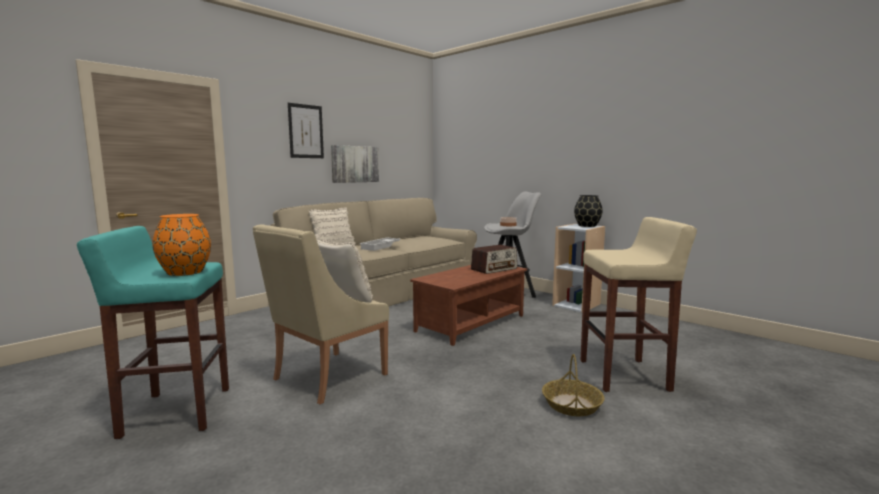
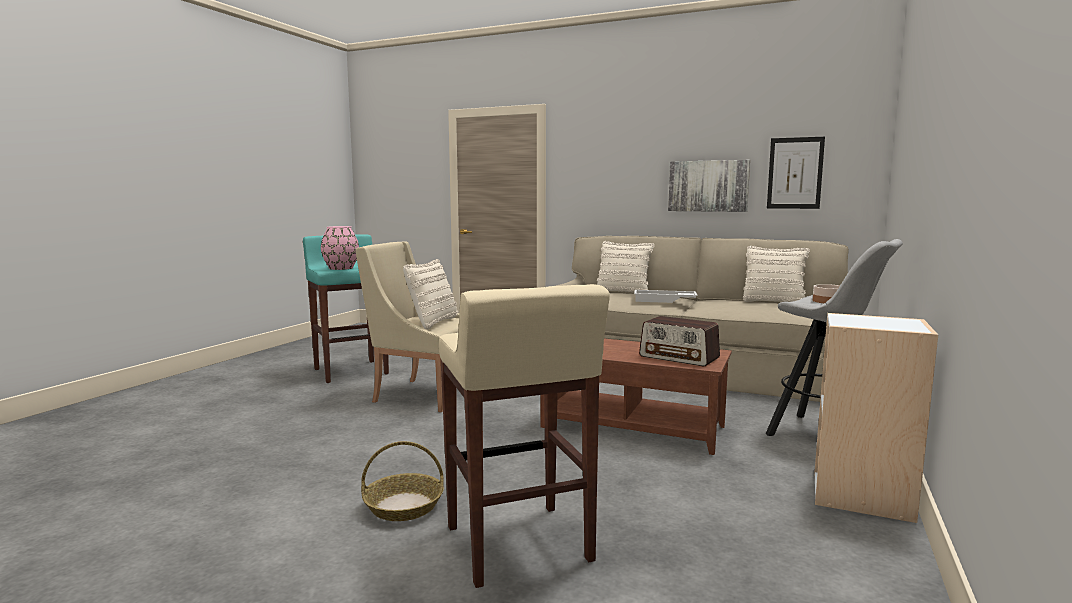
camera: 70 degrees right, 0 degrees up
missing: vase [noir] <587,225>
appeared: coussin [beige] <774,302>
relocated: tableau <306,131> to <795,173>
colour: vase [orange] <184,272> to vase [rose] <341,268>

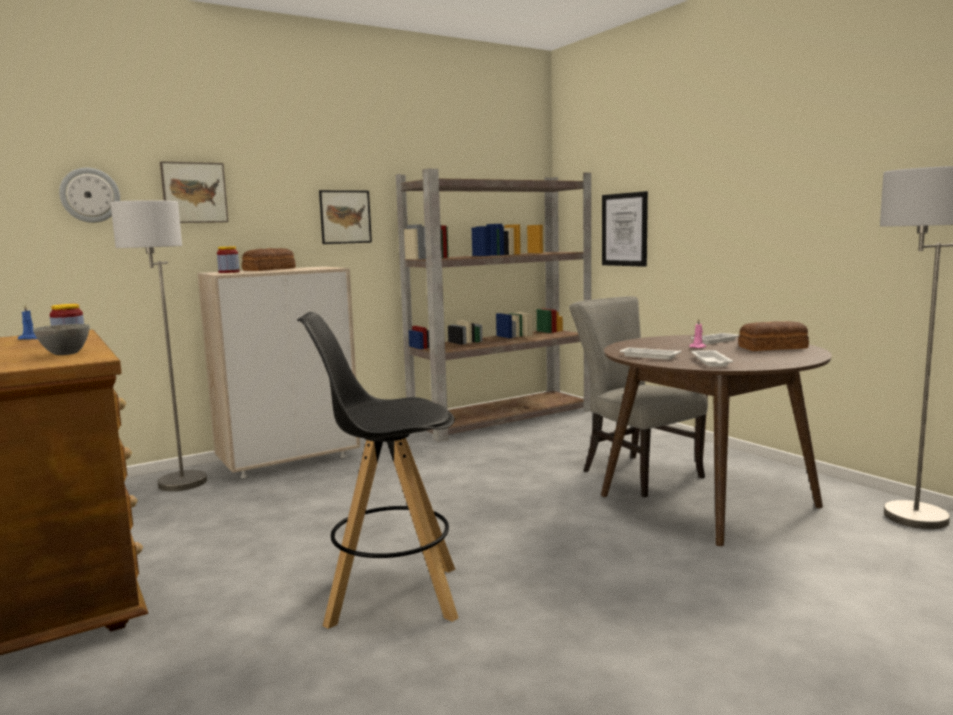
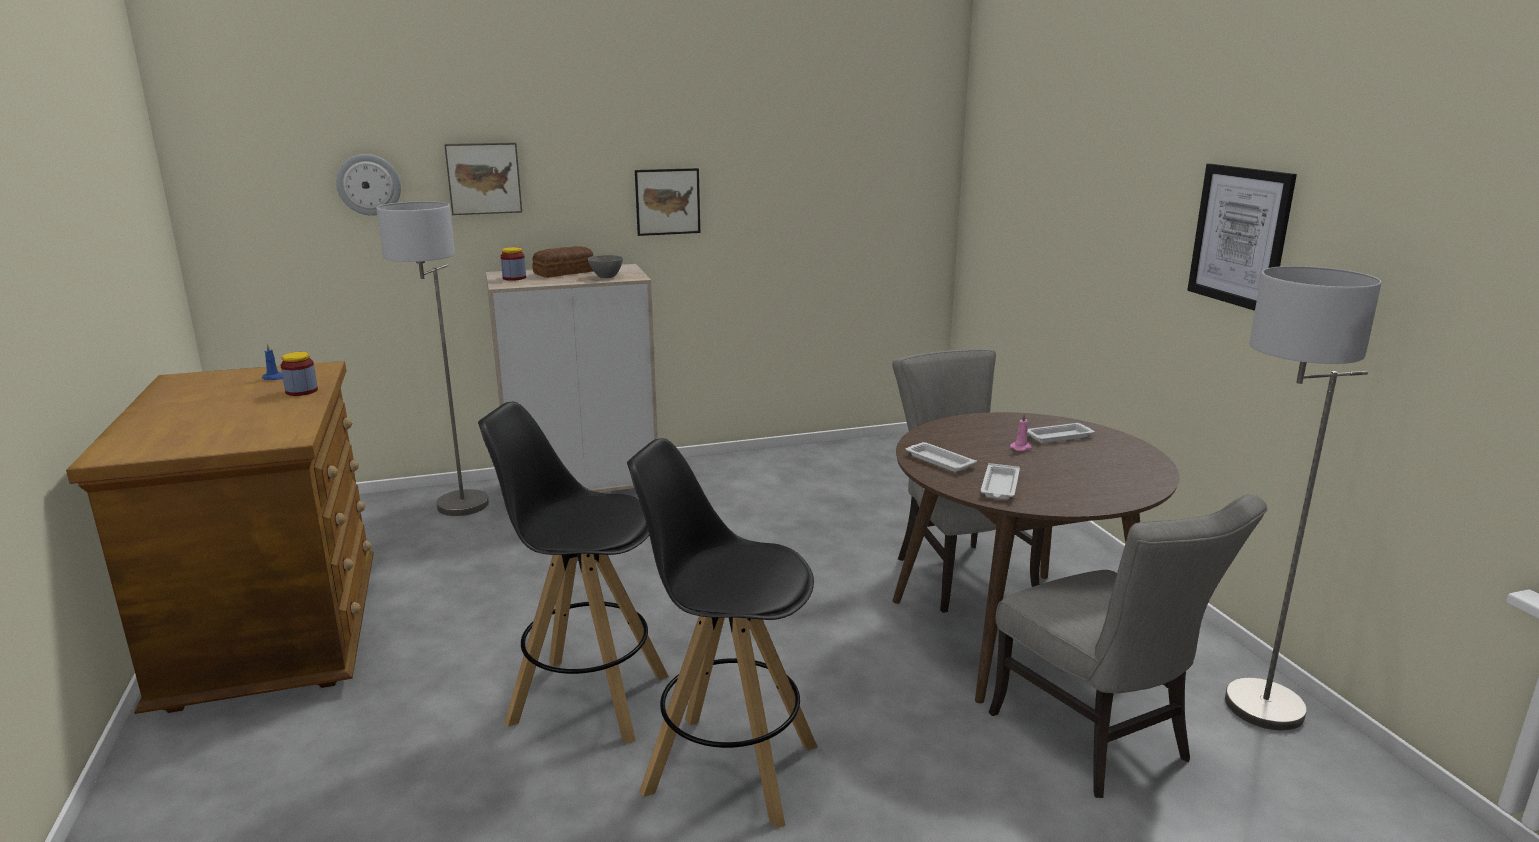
camera: 15 degrees right, 10 degrees up
missing: bibliothèque [marron] <502,418>; pain <774,348>
appeared: tabouret [noir] <728,768>; chaise [gris] <1099,741>
relocated: bol [gris] <64,354> to <606,277>; tableau <624,229> to <1240,236>

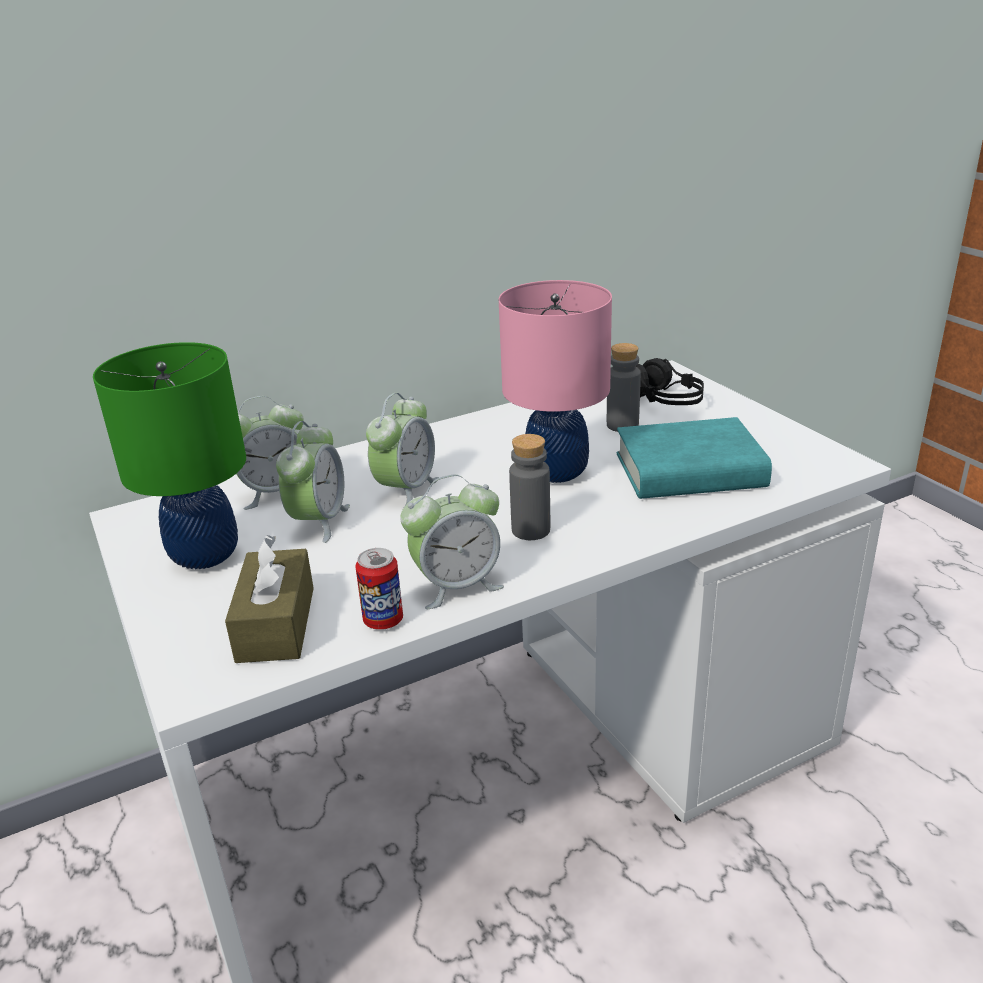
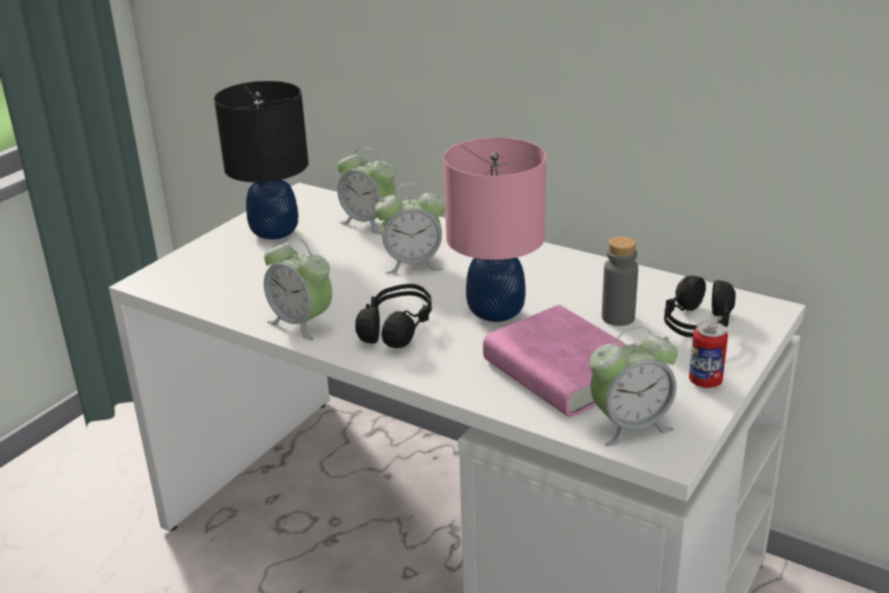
camera: 60 degrees right, 0 degrees up
missing: boîte à mouchoirs [marron] <276,624>
relocated: réveil <319,522> to <630,426>; boîte métallique <383,621> to <705,381>
exchanged: bouteille [gris] <531,530> to casque audio [noir] <397,328>
colour: lampe de table [vert] <209,557> to lampe de table [noir] <276,234>; livre [turquoise] <689,471> to livre [rose] <562,371>

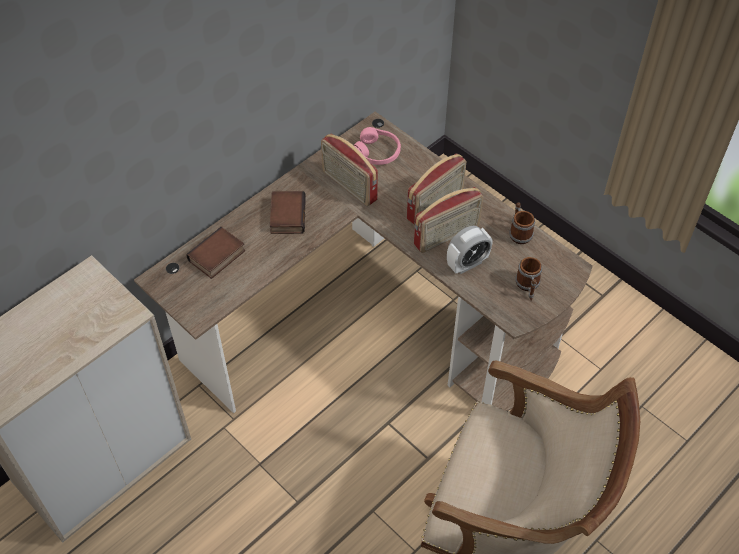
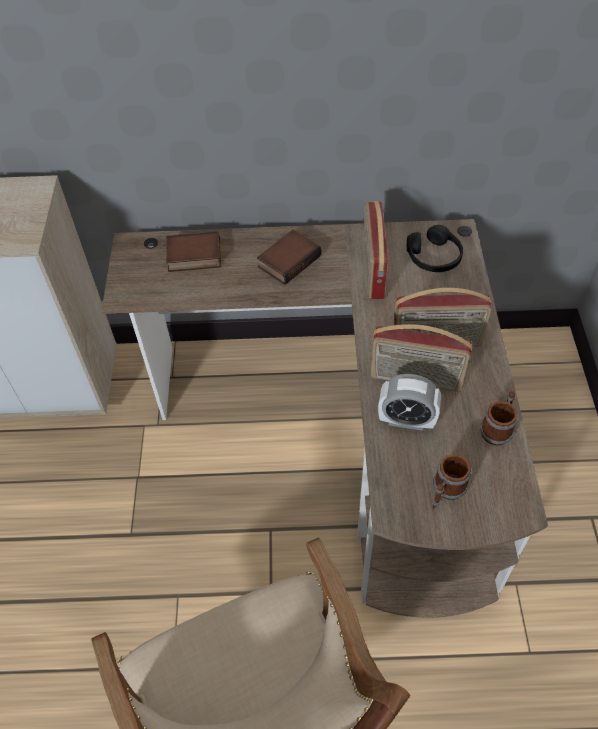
camera: 45 degrees right, 0 degrees up
colour: casque audio [rose] <377,152> to casque audio [noir] <434,257>

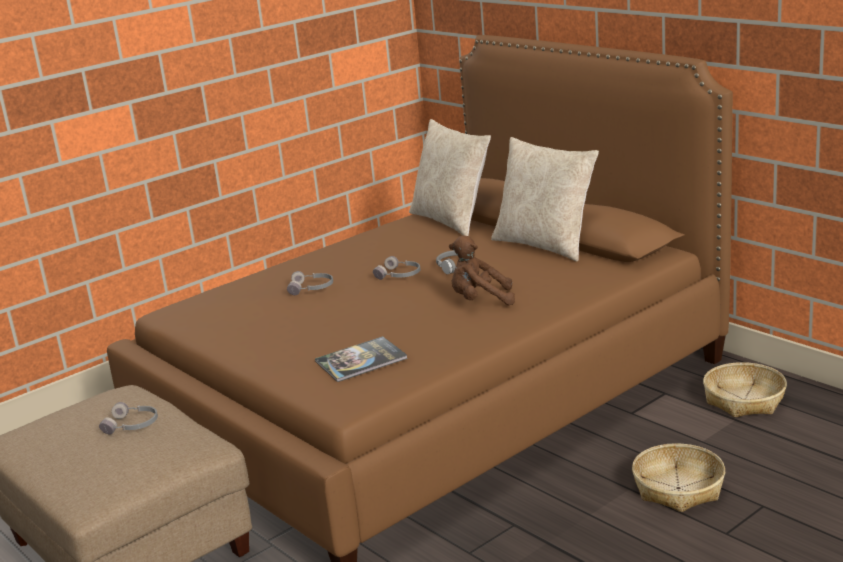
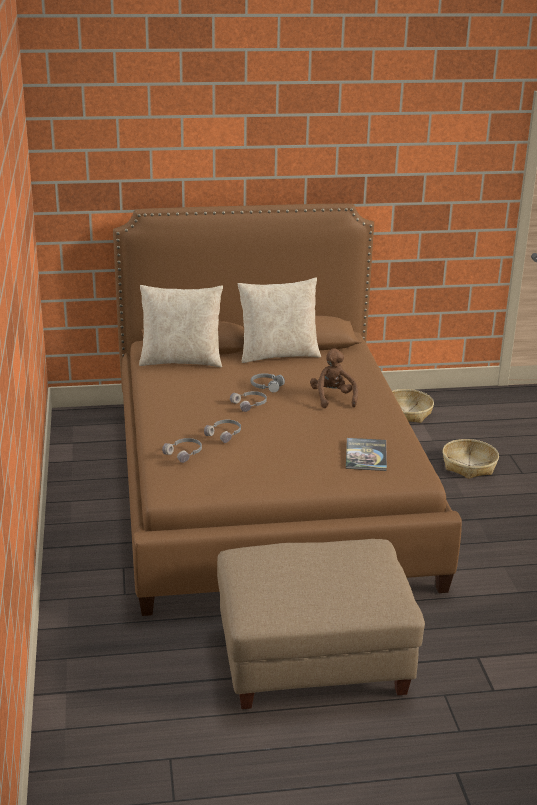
camera: 60 degrees left, 5 degrees up
relocated: casque audio [gris] <132,425> to <184,453>
spun: peluche [marron] <480,301> = <333,398> 135 degrees clockwise

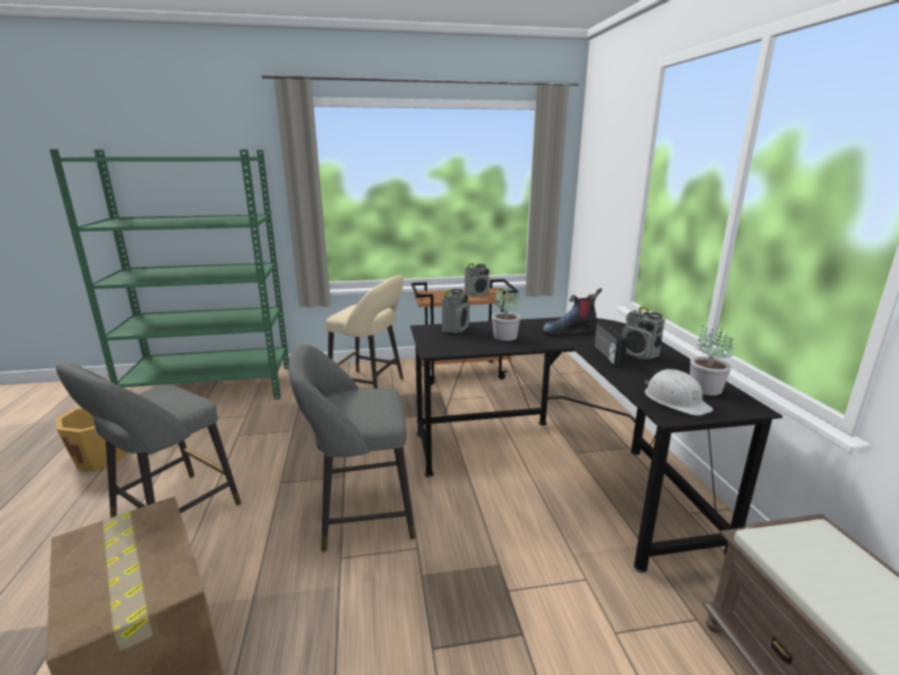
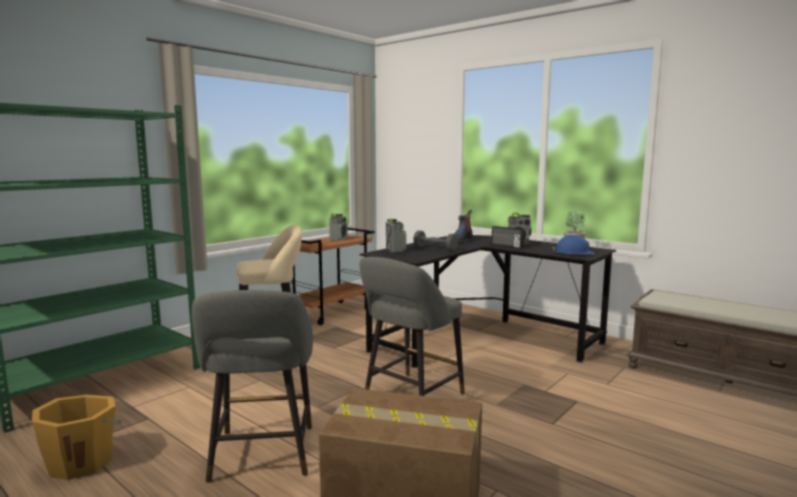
camera: 40 degrees left, 10 degrees down
exchanged: plante en pot <505,337> to haltère [gris] <435,248>
colour: casque de chantier [blanc] <676,400> to casque de chantier [bleu] <574,253>

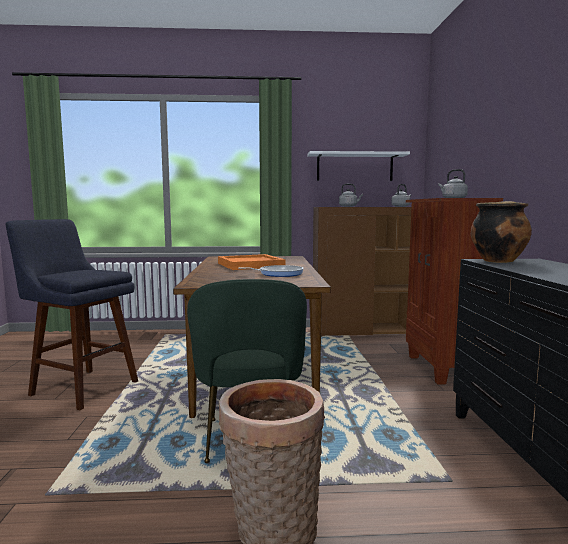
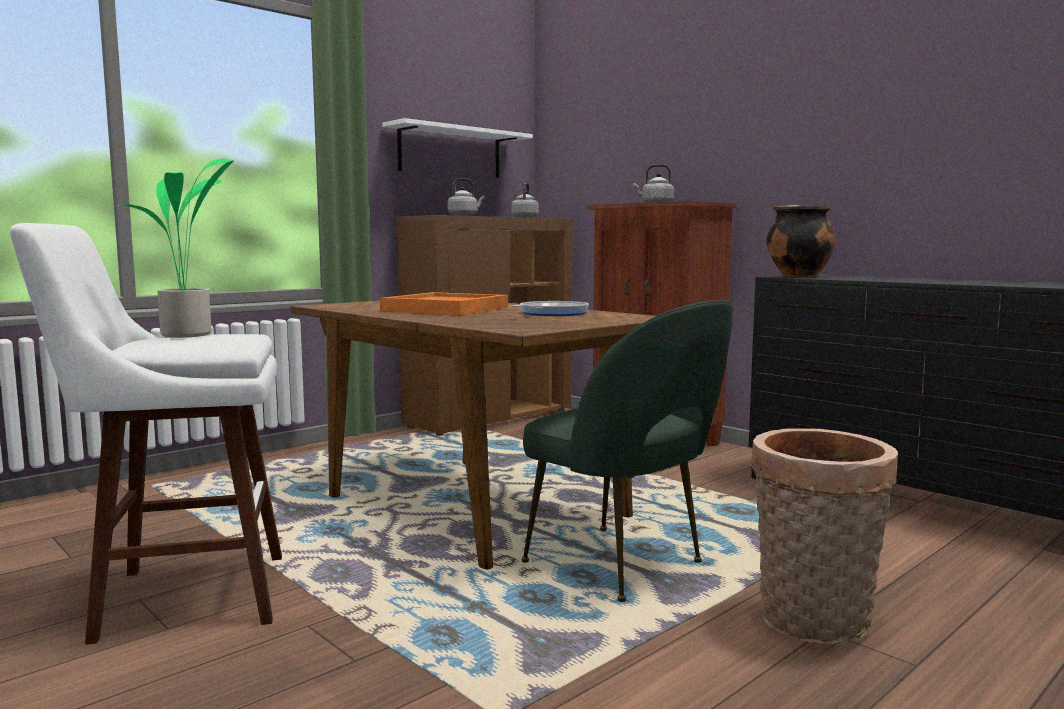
camera: 40 degrees left, 0 degrees up
appeared: plante en pot <189,335>
colour: tabouret [bleu] <80,387> to tabouret [blanc] <179,598>

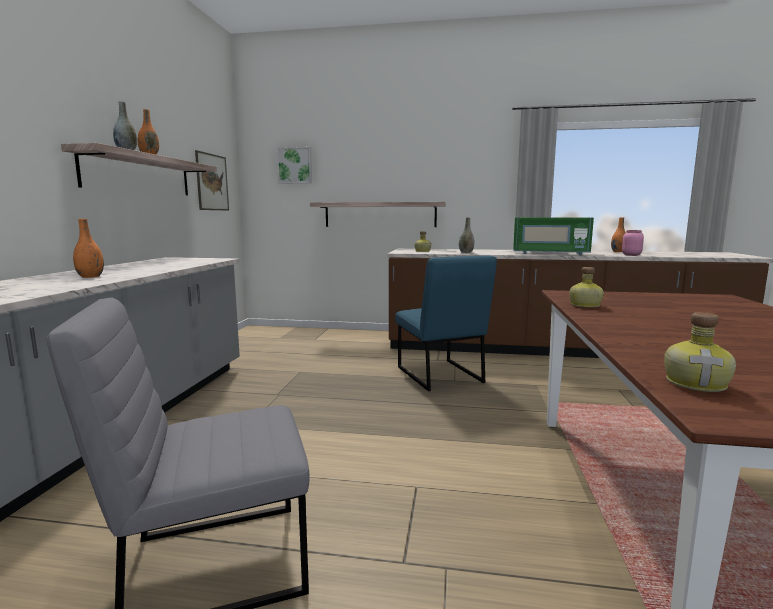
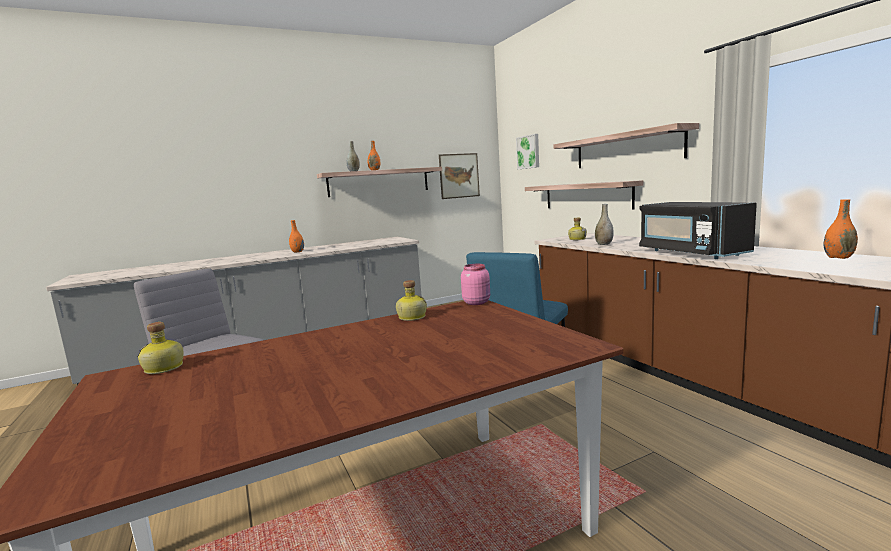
camera: 55 degrees right, 0 degrees up
appeared: étagère <626,149>
relocated: bocal [rose] <631,255> to <477,302>
colour: micro-ondes [vert] <550,253> to micro-ondes [noir] <690,253>

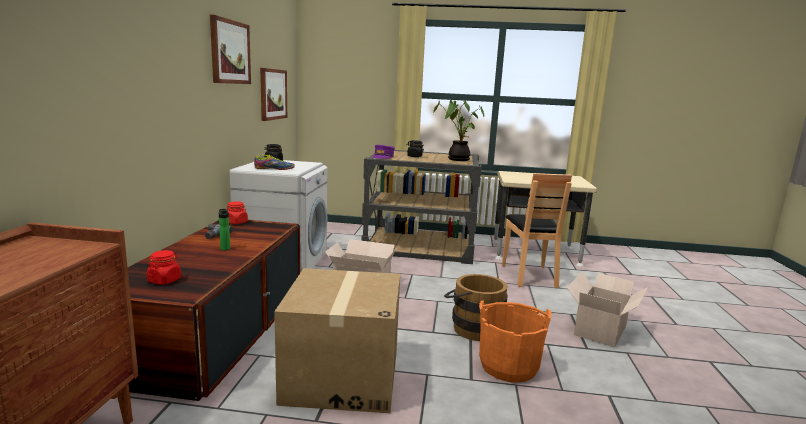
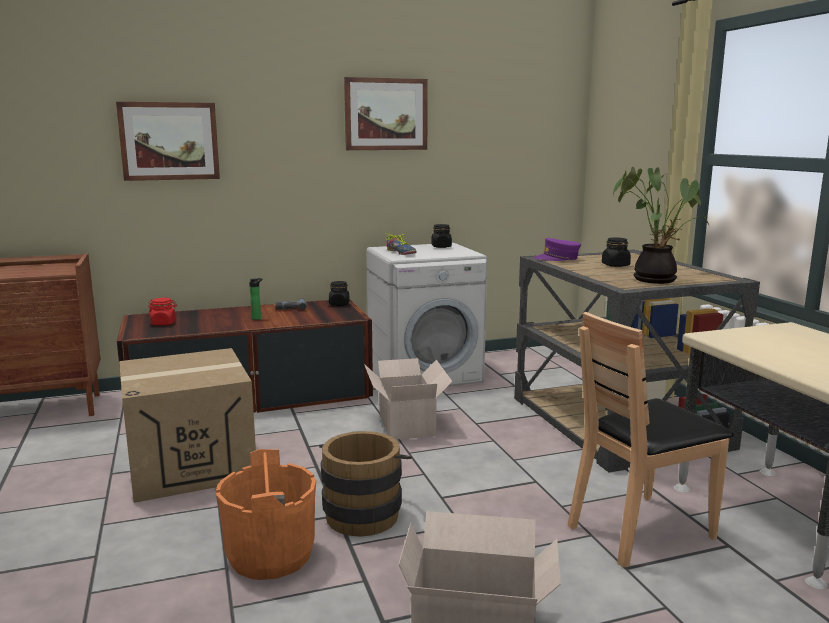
camera: 65 degrees right, 0 degrees up
relocated: tableau <273,94> to <169,141>
colour: bocal [rouge] <236,222> to bocal [noir] <339,304>

